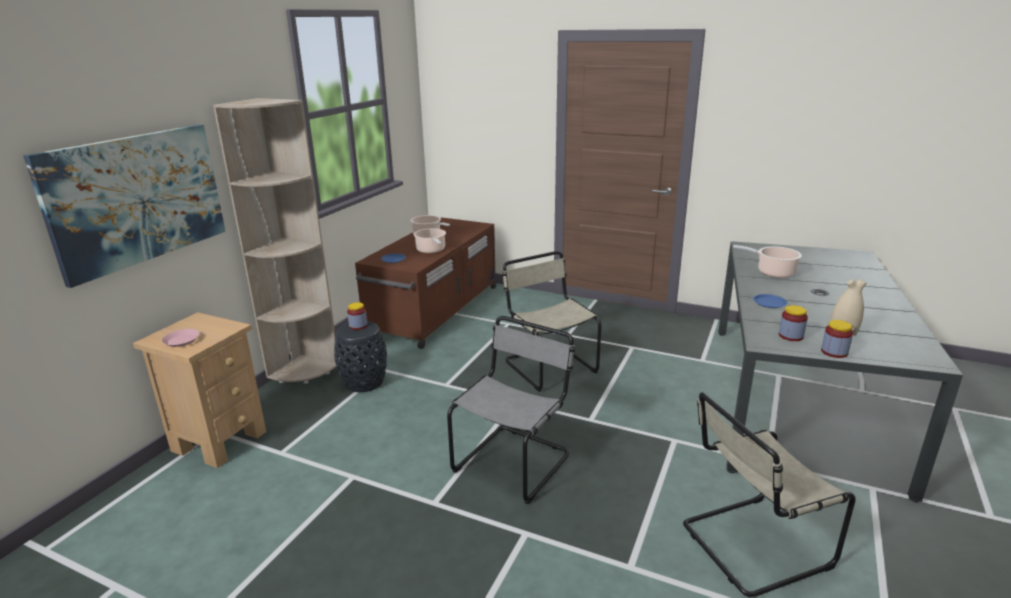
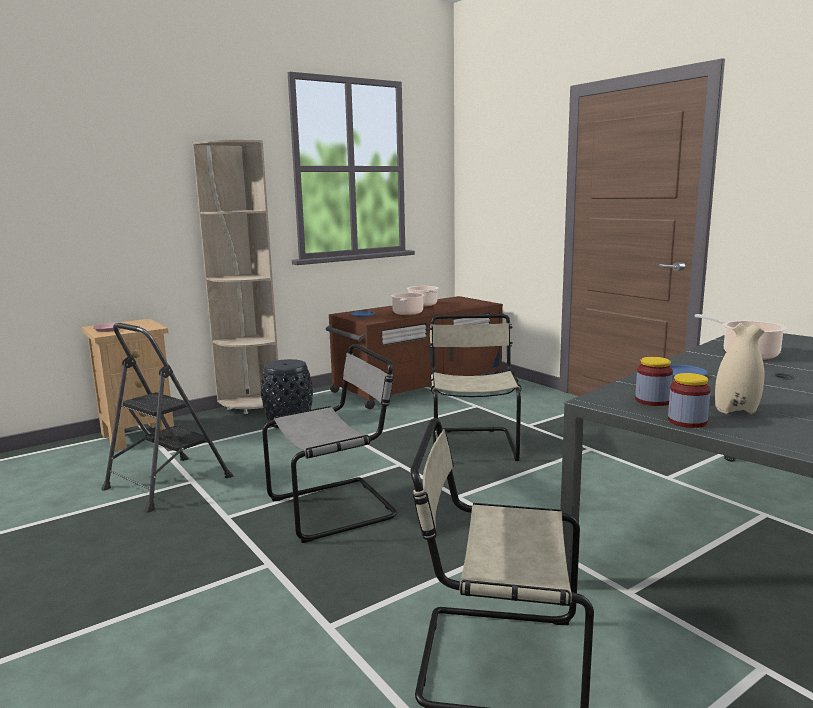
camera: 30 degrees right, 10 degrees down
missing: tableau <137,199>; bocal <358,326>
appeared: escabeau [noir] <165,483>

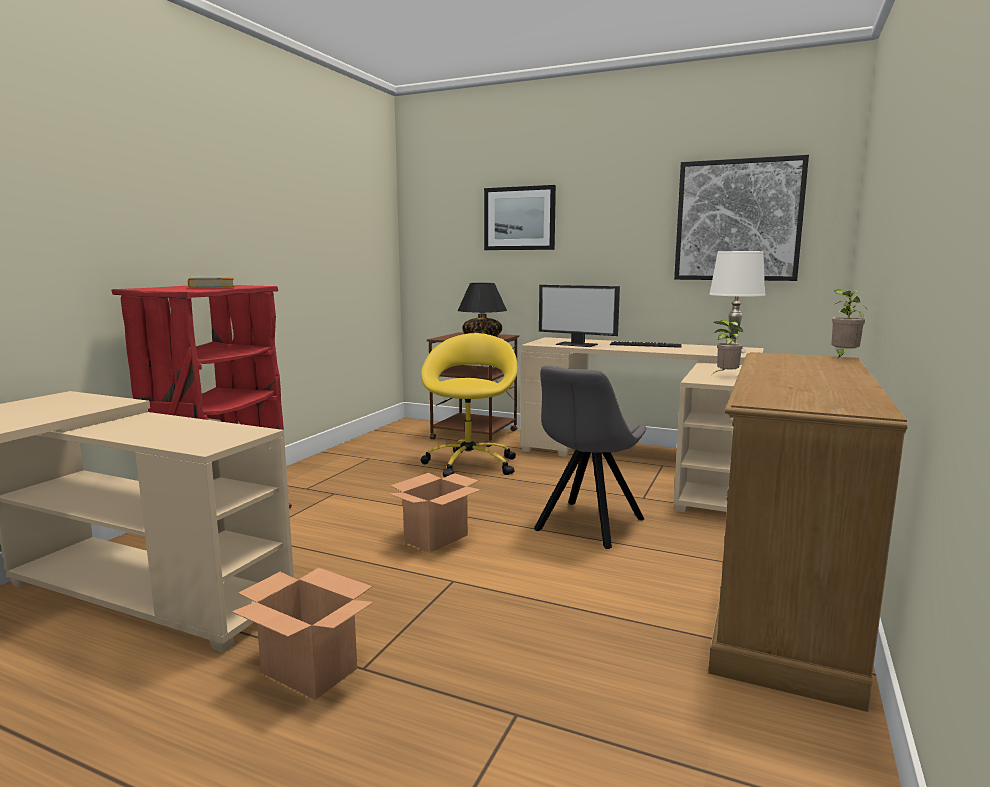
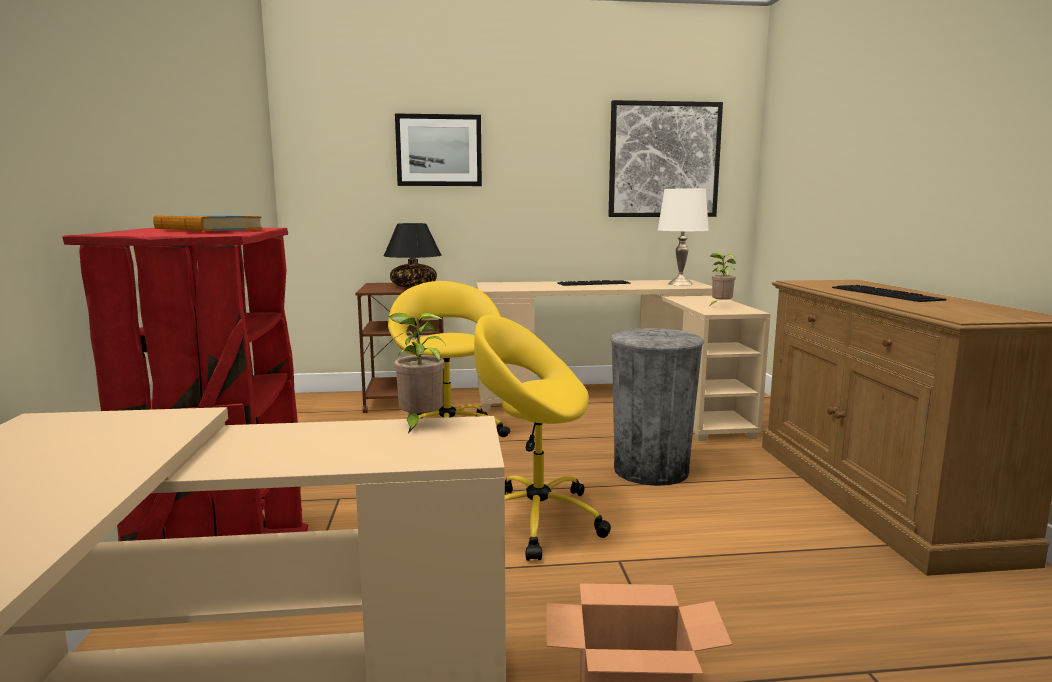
camera: 30 degrees left, 0 degrees up
missing: écran d'ordinateur <577,344>
appeared: clavier <887,293>
relocated: plante en pot <843,357> to <419,425>
exchanged: carton <436,538> to chaise de bureau [jaune] <534,520>; chaise [gris] <588,524> to poubelle [gris] <650,470>

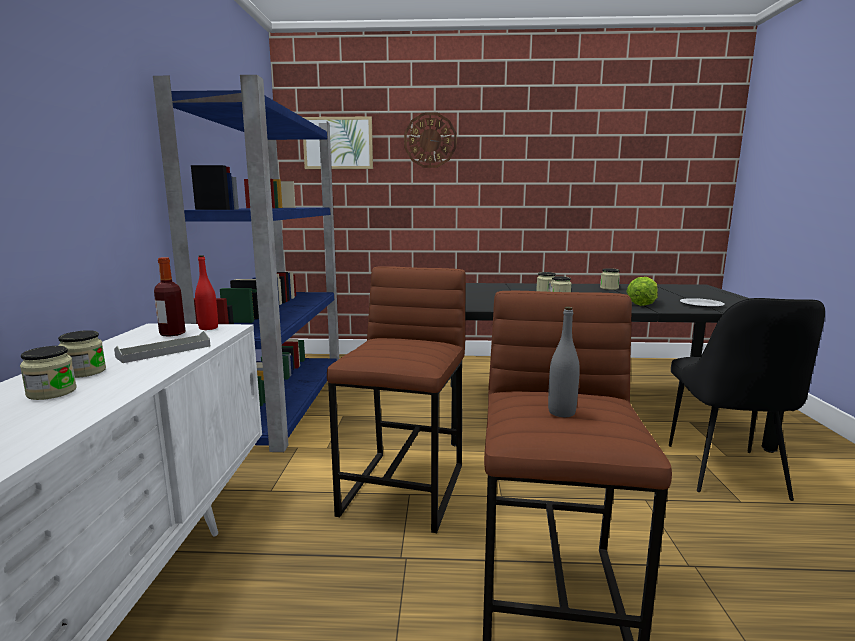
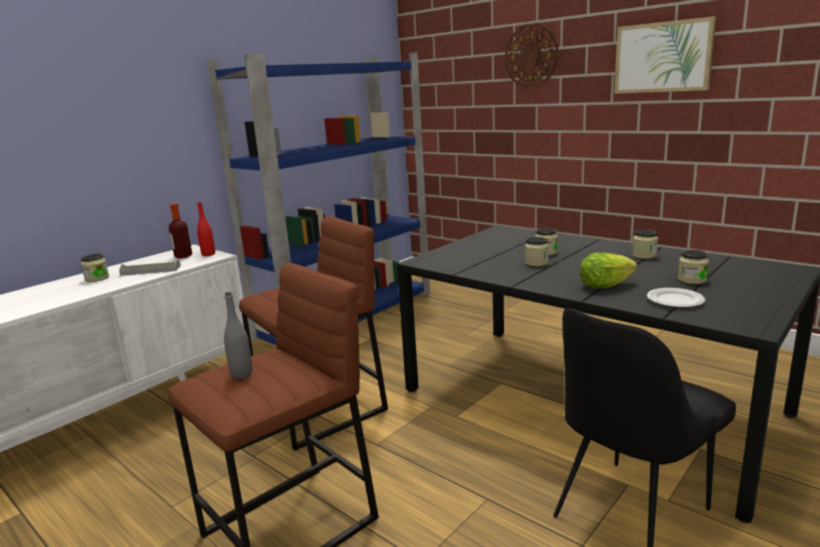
camera: 40 degrees right, 5 degrees up
relocated: bocal <52,392> to <692,280>; tableau <338,143> to <662,57>

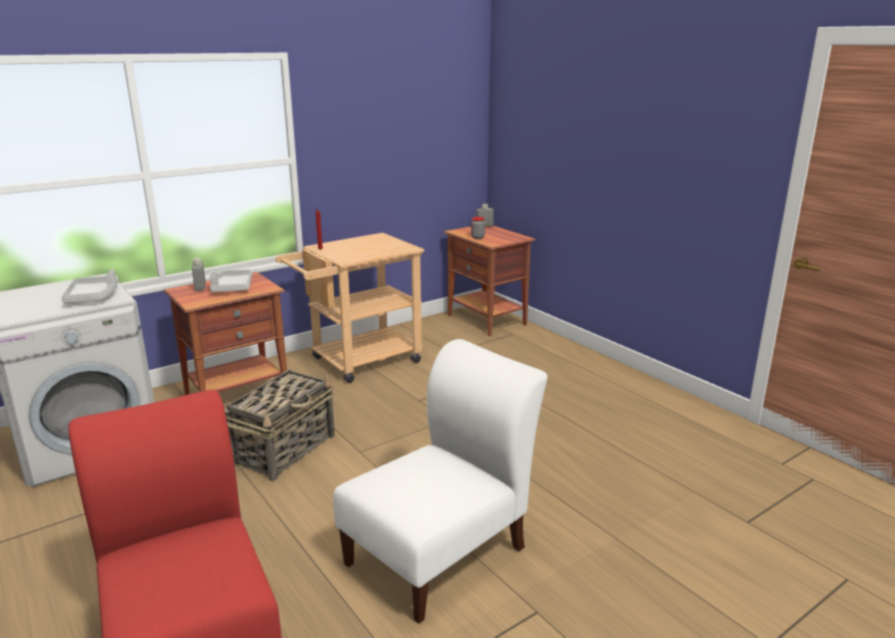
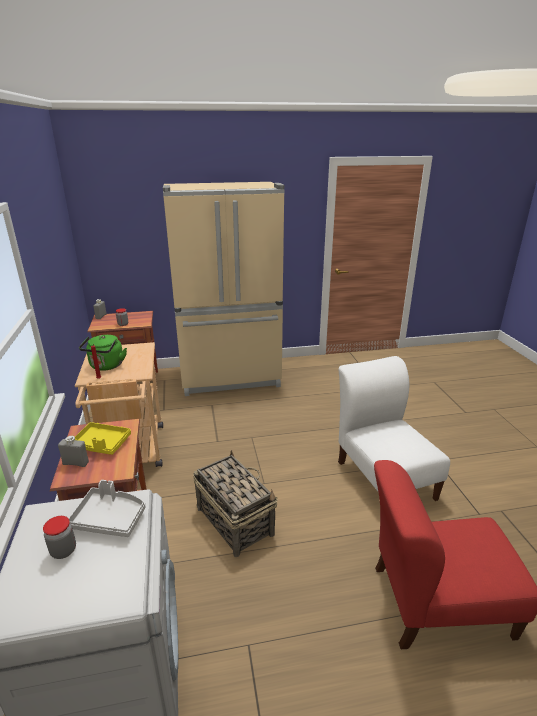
camera: 65 degrees left, 5 degrees up
appeared: bocal <63,551>; bouilloire [vert] <106,366>; réfrigérateur [beige] <230,377>
colour: plateau [gris] <232,288> to plateau [jaune] <102,444>

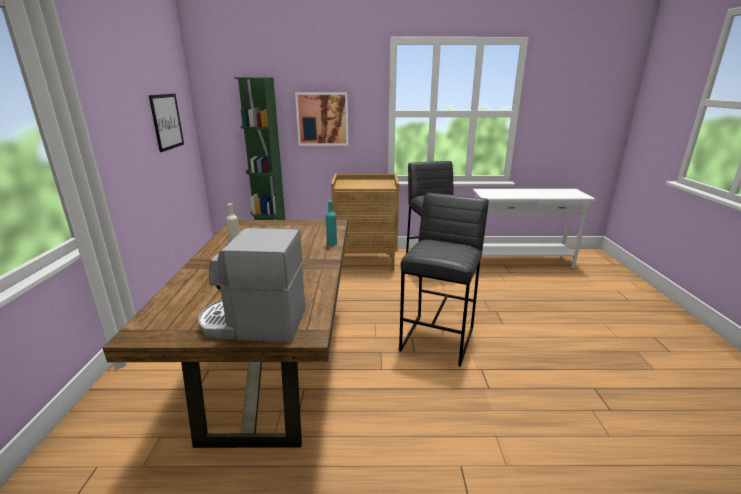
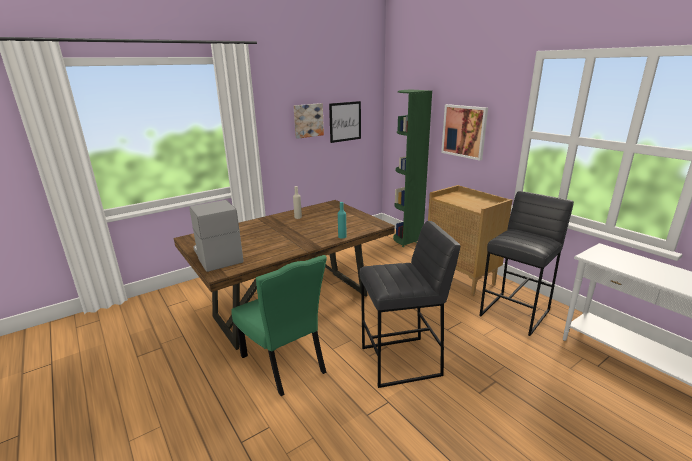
camera: 55 degrees right, 0 degrees up
appeared: chaise [vert] <284,362>; tableau <308,120>

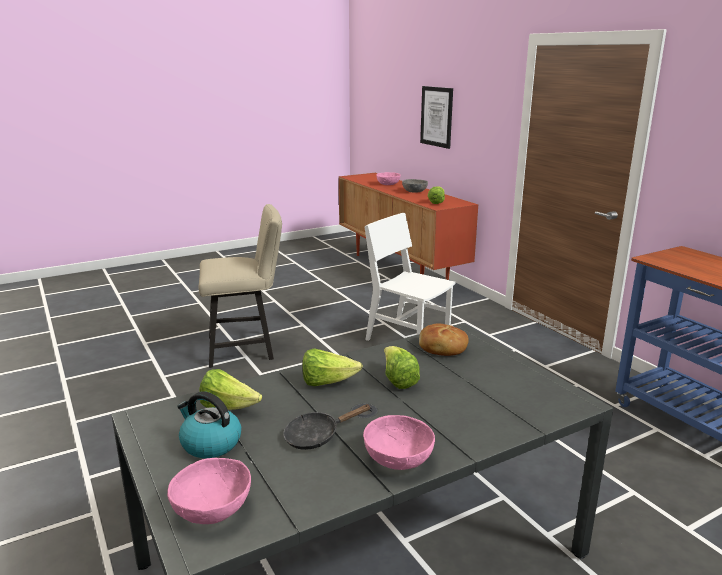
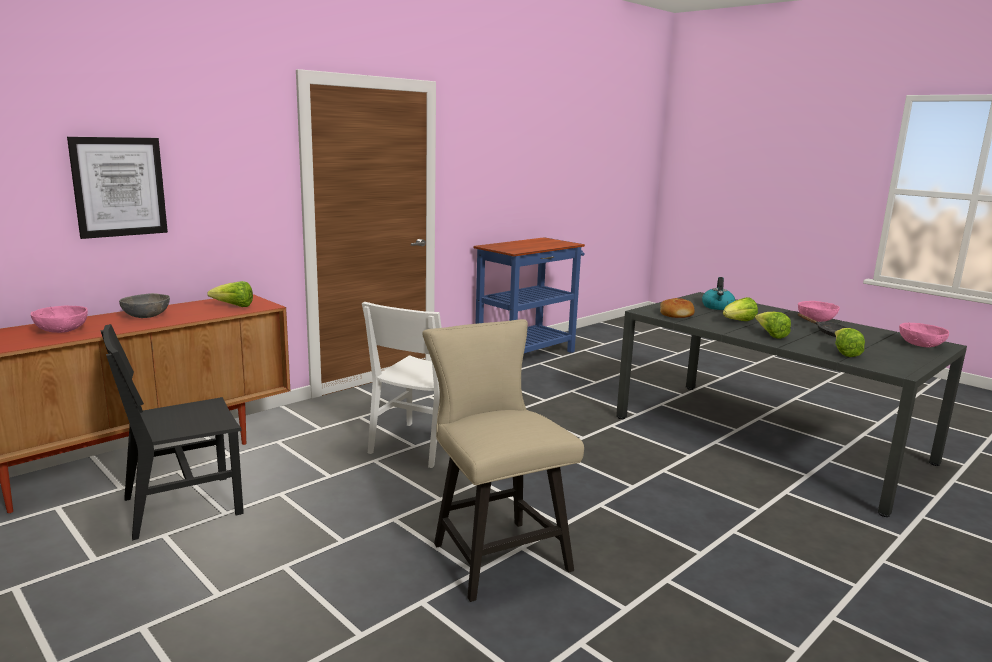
camera: 105 degrees left, 5 degrees down
appeared: chaise [noir] <182,506>
relocated: bouilloire <210,443> to <717,307>

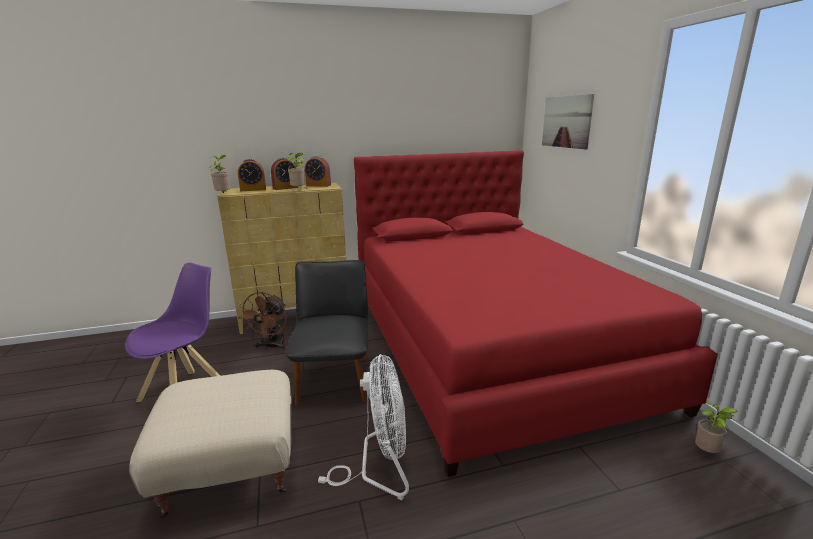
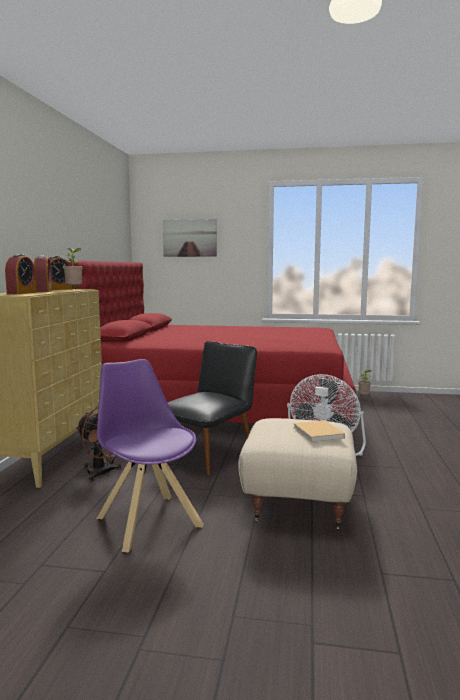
camera: 65 degrees left, 10 degrees down
missing: plante en pot <223,195>
appeared: livre [beige] <318,433>
spun: chaise [noir] <334,379> = <207,455> 105 degrees clockwise

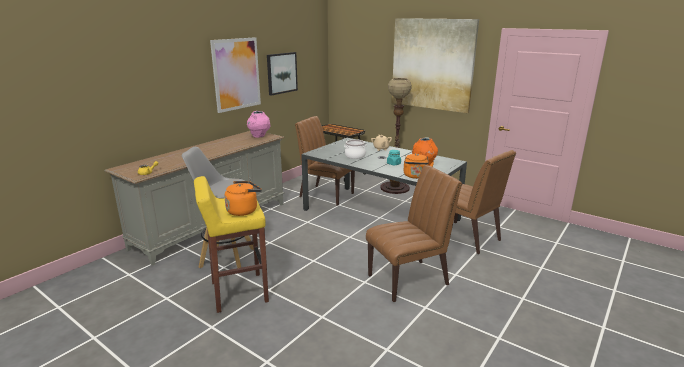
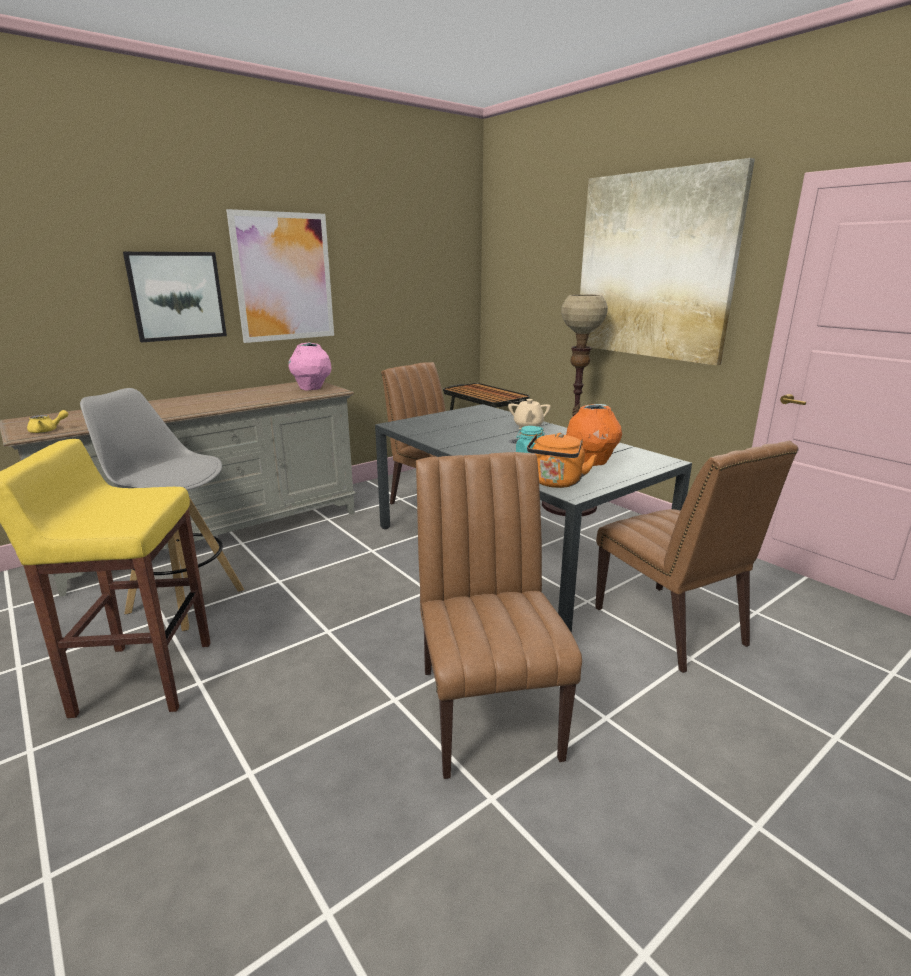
camera: 15 degrees right, 0 degrees up
missing: bouilloire [orange] <244,210>; marmite <355,156>
relocated: tableau <281,73> to <177,296>
spun: chaise [marron] <407,280> = <488,713> 90 degrees counterclockwise

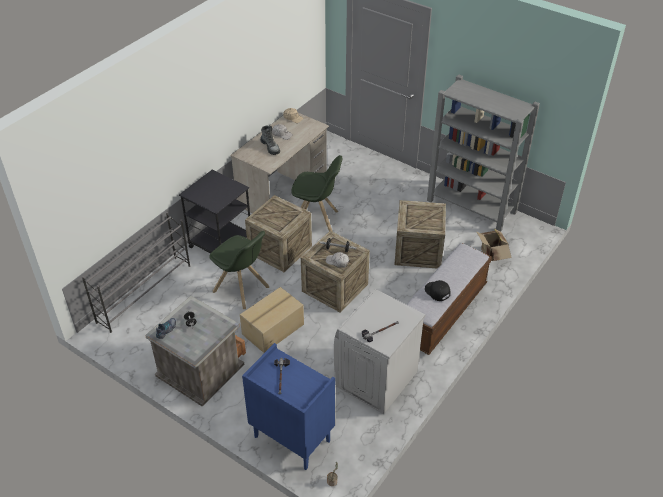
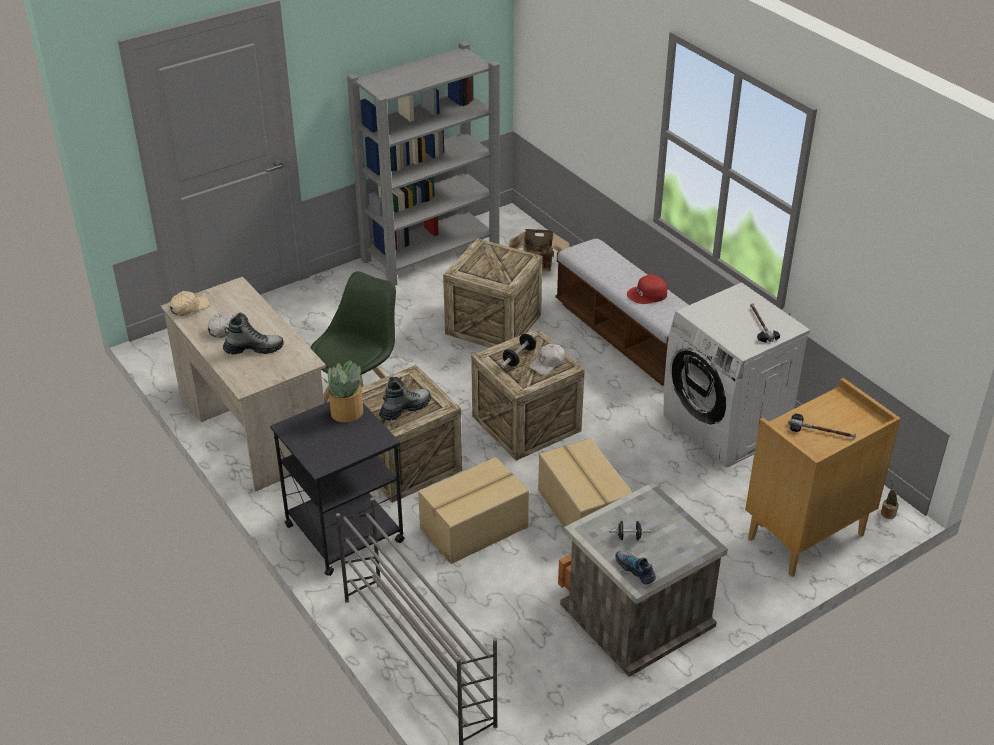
camera: 70 degrees left, 5 degrees down
appeared: plante en pot <346,412>; botte <405,409>
exchanged: chaise [vert] <241,289> to carton <475,528>
colour: meuble de rangement [bleu] <291,438> to meuble de rangement [marron] <805,537>; casquette [noir] <437,292> to casquette [rouge] <647,294>

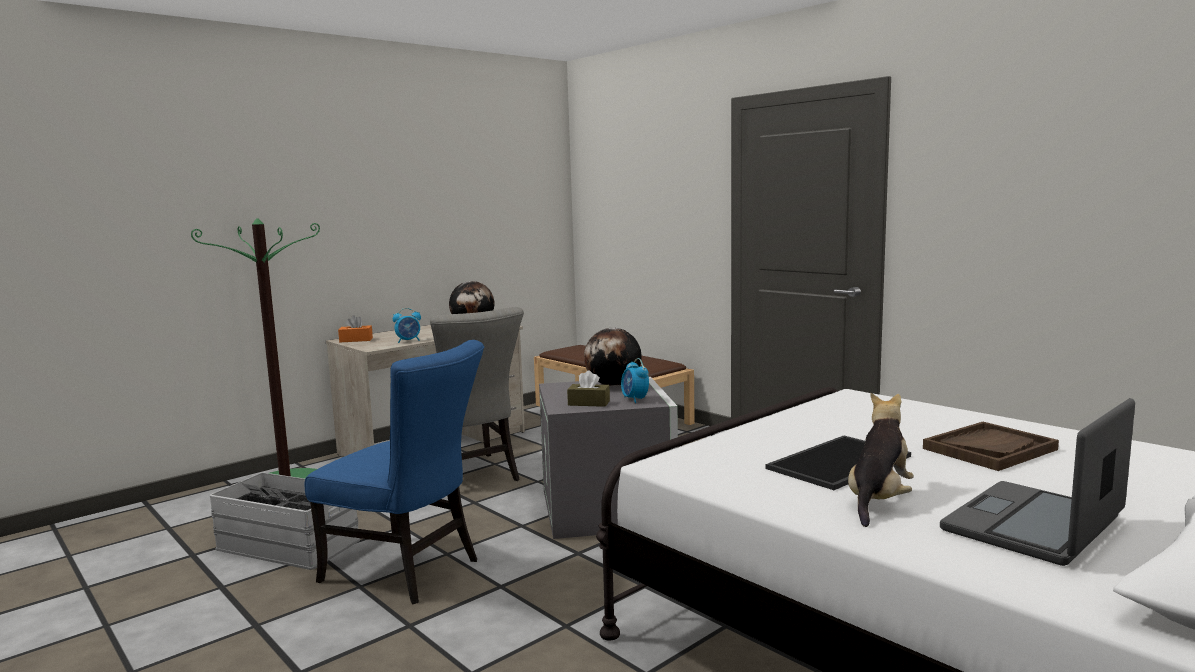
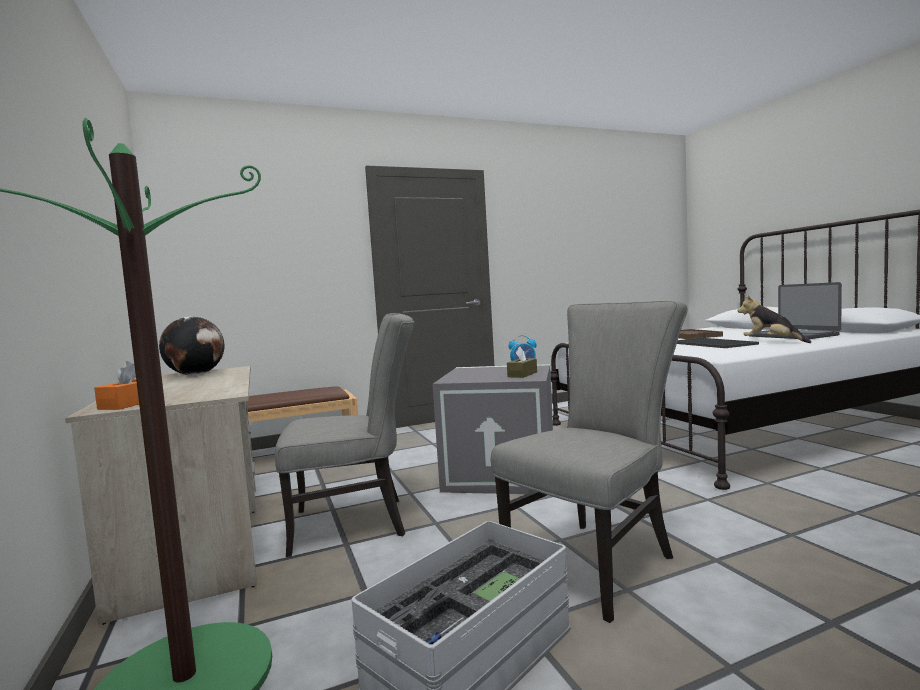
camera: 70 degrees left, 5 degrees down
missing: réveil <408,341>; globe <613,385>
colour: chaise [bleu] <409,571> to chaise [gris] <595,559>

